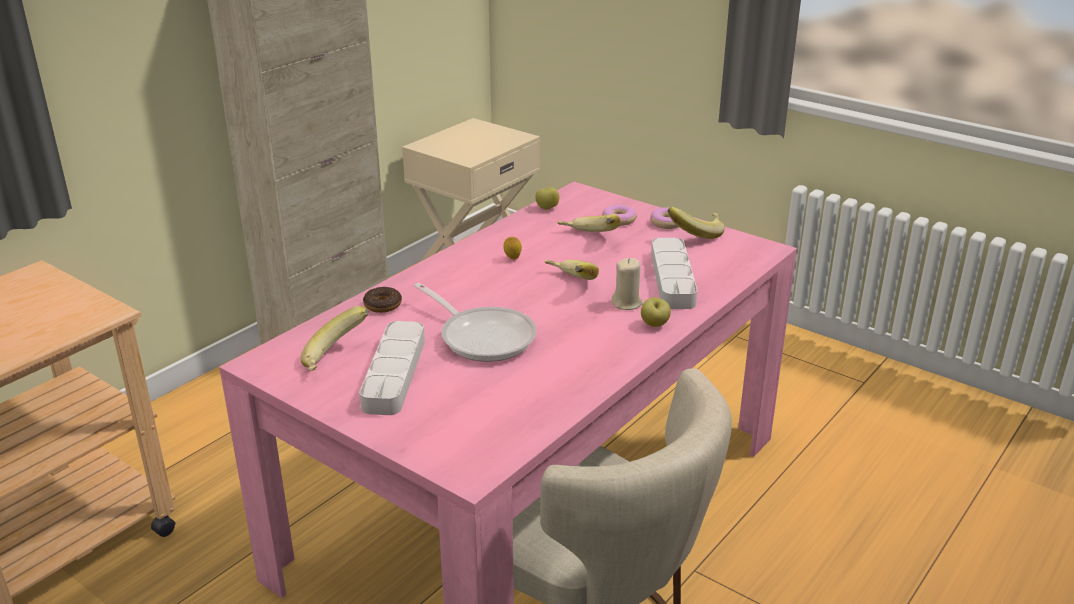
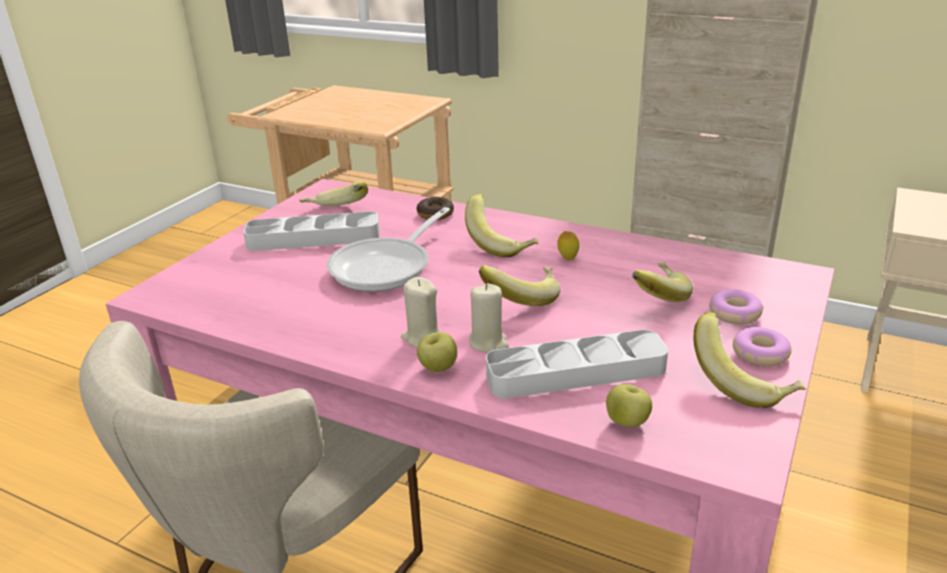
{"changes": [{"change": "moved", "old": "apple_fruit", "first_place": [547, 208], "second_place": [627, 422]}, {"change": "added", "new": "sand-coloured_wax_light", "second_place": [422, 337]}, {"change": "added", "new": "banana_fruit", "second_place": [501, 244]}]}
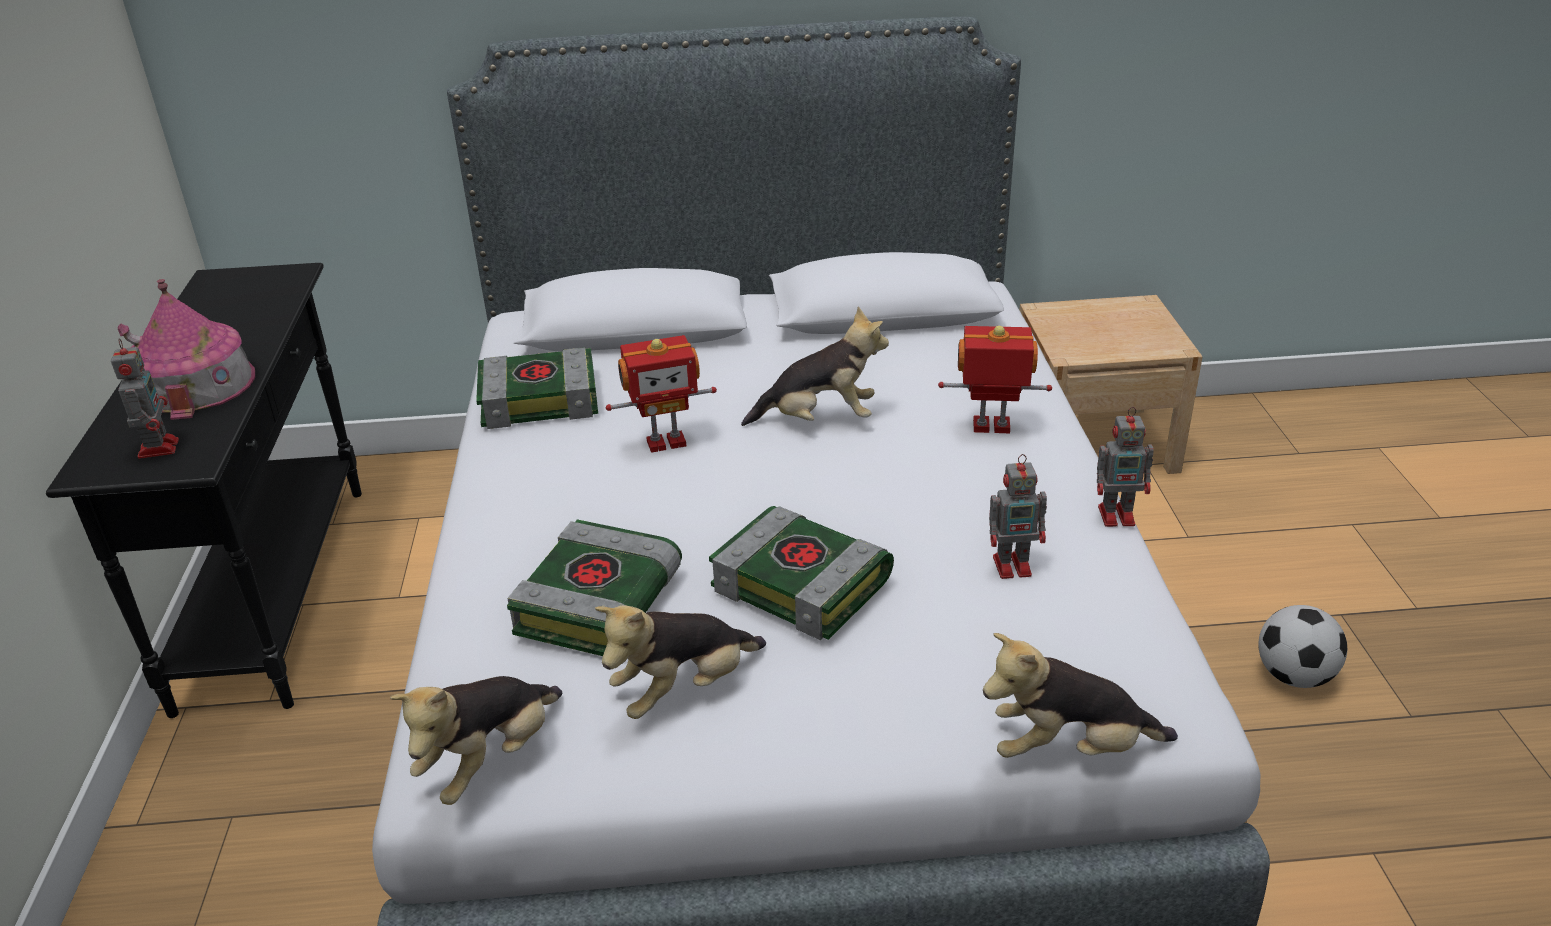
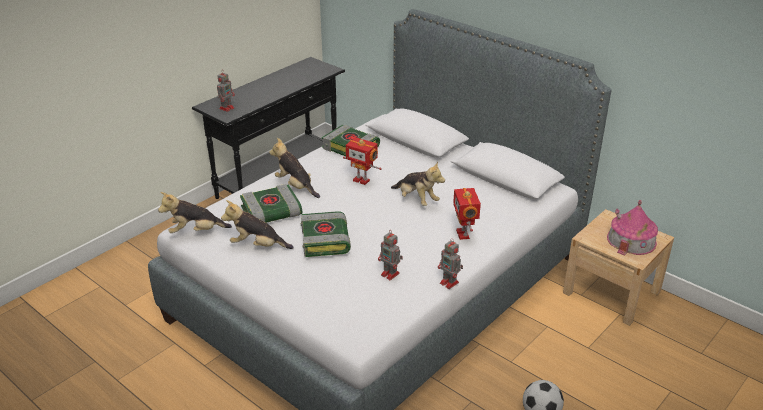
{"changes": [{"change": "moved", "old": "toy_house", "first_place": [195, 384], "second_place": [631, 240]}, {"change": "turned", "old": "robot_figure", "first_place": [991, 428], "second_place": [464, 234], "degrees": -150}, {"change": "moved", "old": "soft_toy", "first_place": [1069, 749], "second_place": [295, 186]}]}
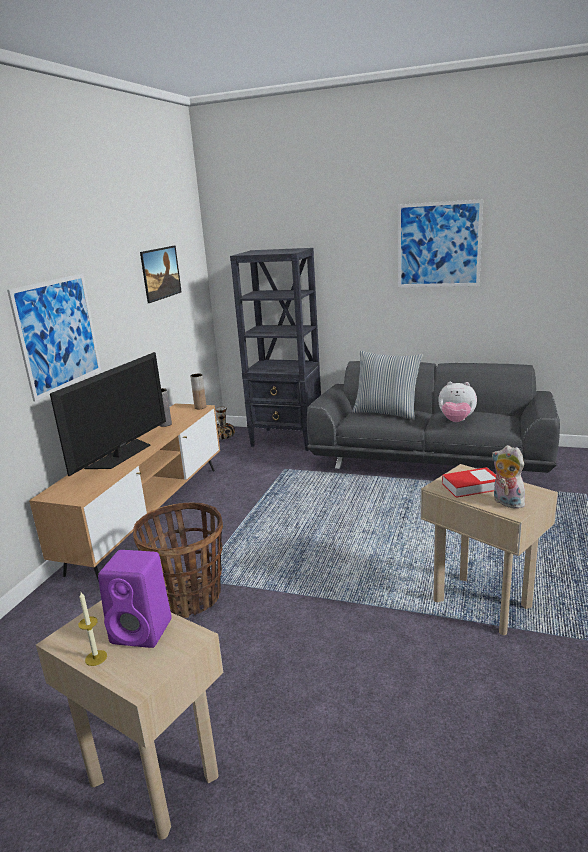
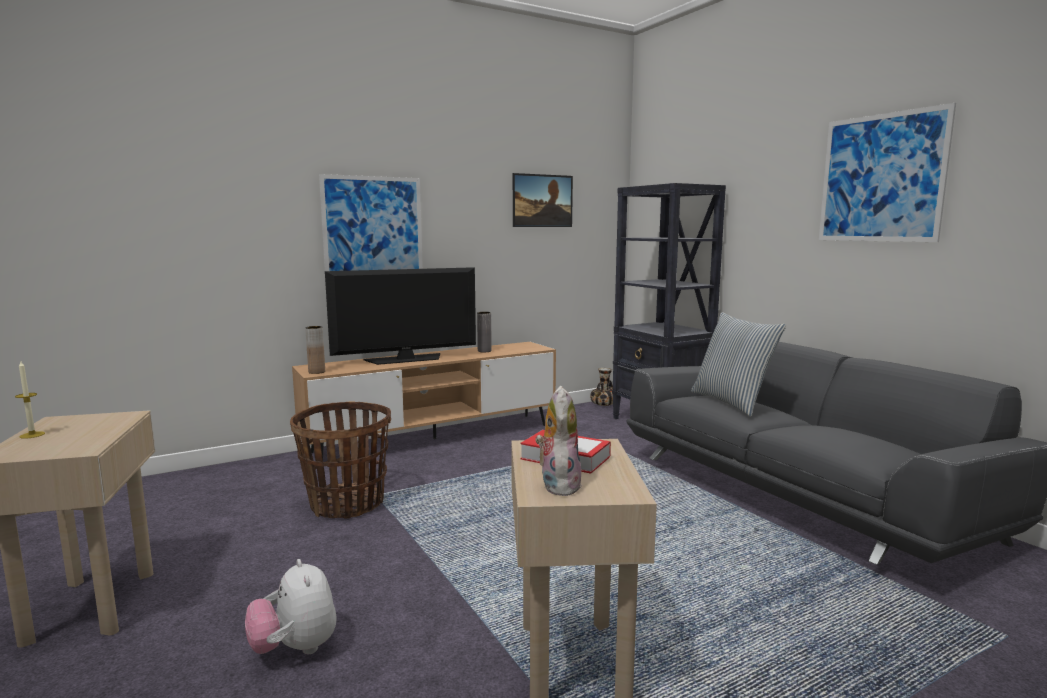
{"changes": [{"change": "removed", "old": "purple-coloured_loudspeaker", "first_place": [143, 631]}, {"change": "moved", "old": "brownish_decorative_vase", "first_place": [200, 407], "second_place": [316, 372]}, {"change": "moved", "old": "soft_toy", "first_place": [456, 421], "second_place": [295, 648]}]}
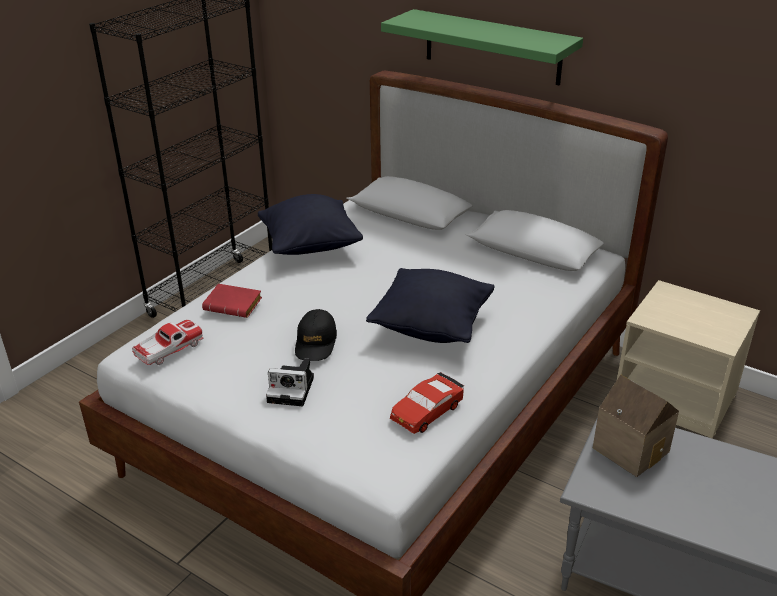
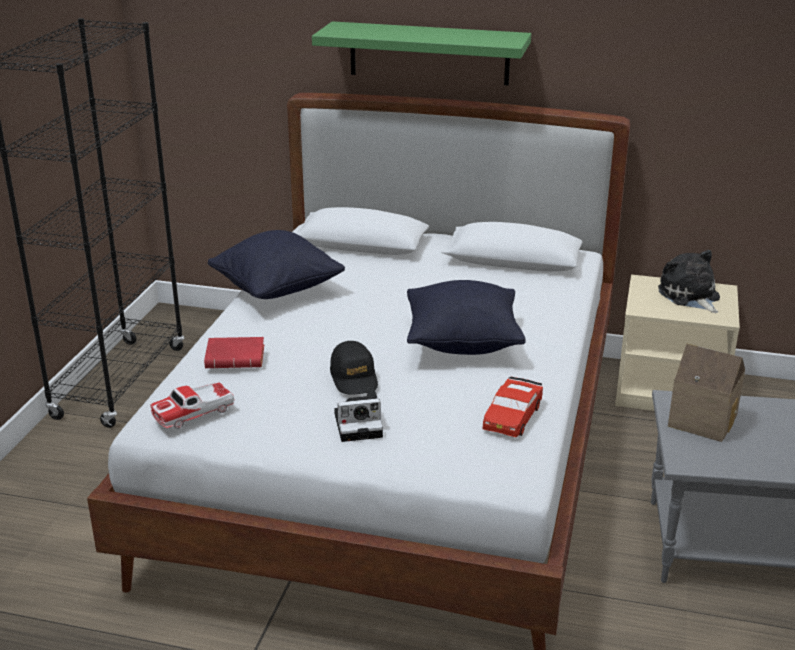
{"changes": [{"change": "turned", "old": "model_car", "first_place": [169, 349], "second_place": [194, 412], "degrees": -150}, {"change": "added", "new": "soft_toy", "second_place": [690, 296]}]}
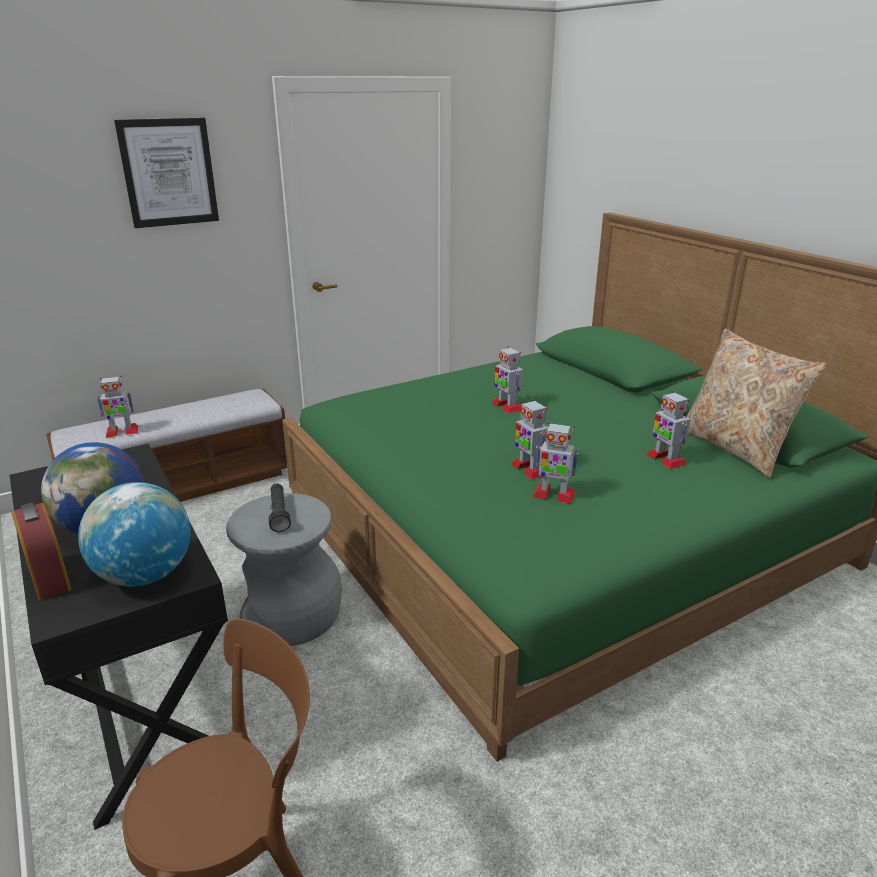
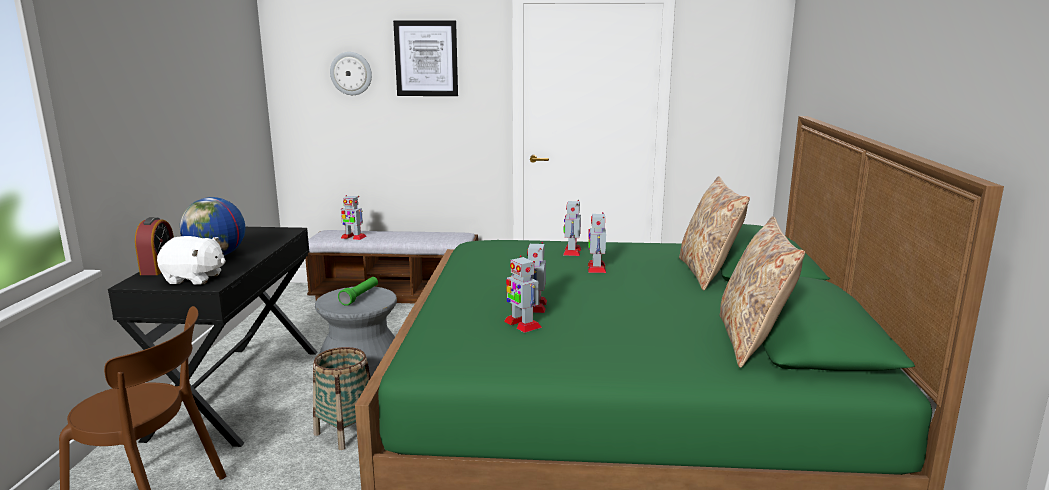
{"changes": [{"change": "replaced", "old": "world_globe", "new": "white-coloured_soft_toy", "first_place": [145, 575], "second_place": [194, 279]}, {"change": "recoloured", "old": "black_hand_torch", "new": "green_hand_torch", "first_place": [279, 514], "second_place": [360, 296]}, {"change": "moved", "old": "robot_figure", "first_place": [665, 459], "second_place": [572, 251]}, {"change": "added", "new": "household_basket", "second_place": [346, 432]}, {"change": "added", "new": "clock_on_the_wall", "second_place": [351, 73]}, {"change": "added", "new": "sand-coloured_pillow", "second_place": [707, 273]}]}
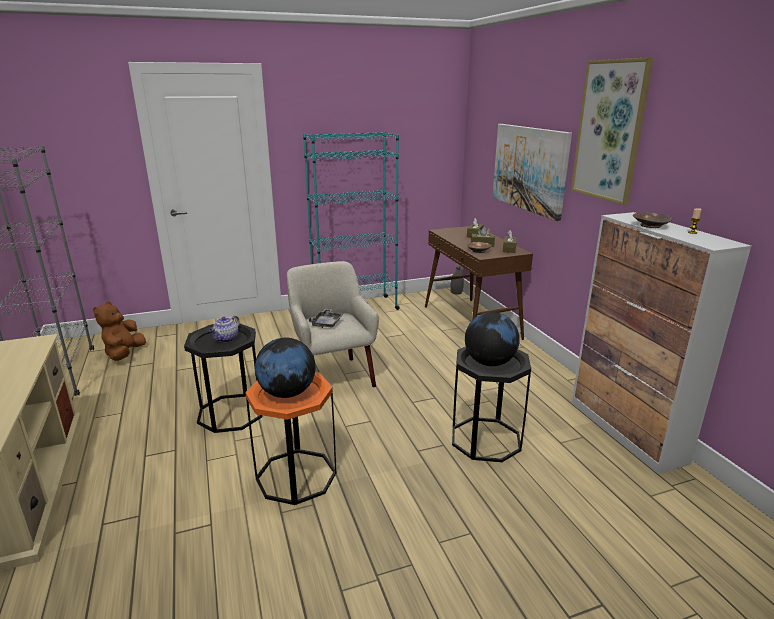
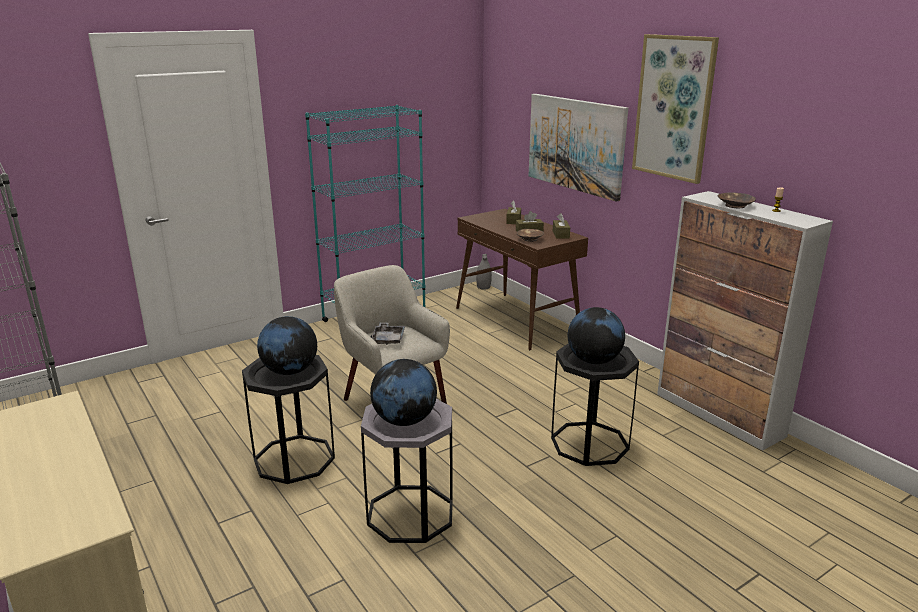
{"changes": [{"change": "removed", "old": "brownish_soft_toy", "first_place": [124, 354]}, {"change": "replaced", "old": "tea_pot", "new": "world_globe", "first_place": [226, 339], "second_place": [290, 371]}, {"change": "recoloured", "old": "orange_side_table", "new": "greyish_side_table", "first_place": [296, 476], "second_place": [410, 513]}]}
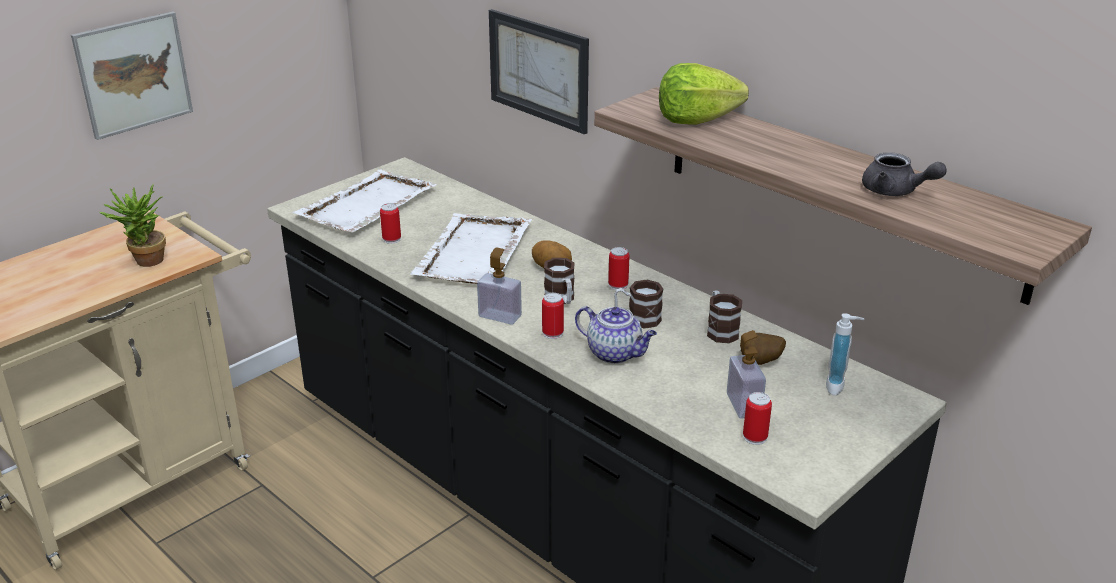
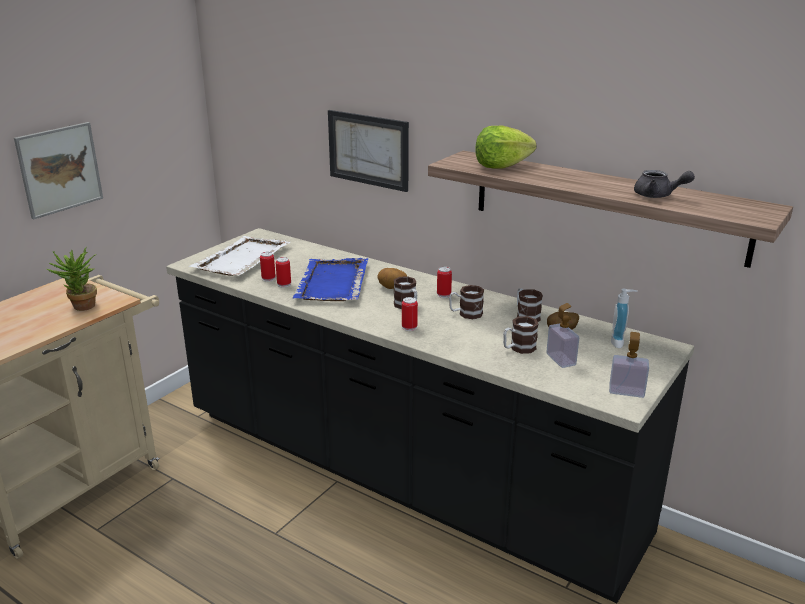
{"changes": [{"change": "recoloured", "old": "white-coloured_carrying_tray", "new": "blue-coloured_carrying_tray", "first_place": [473, 253], "second_place": [332, 283]}, {"change": "moved", "old": "soap_dispenser", "first_place": [500, 316], "second_place": [626, 391]}, {"change": "removed", "old": "tea_pot", "first_place": [615, 354]}, {"change": "moved", "old": "sealed_can", "first_place": [755, 437], "second_place": [284, 284]}, {"change": "added", "new": "tea_mug", "second_place": [518, 348]}]}
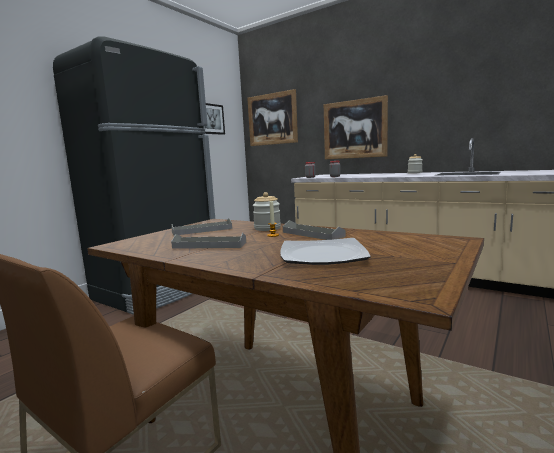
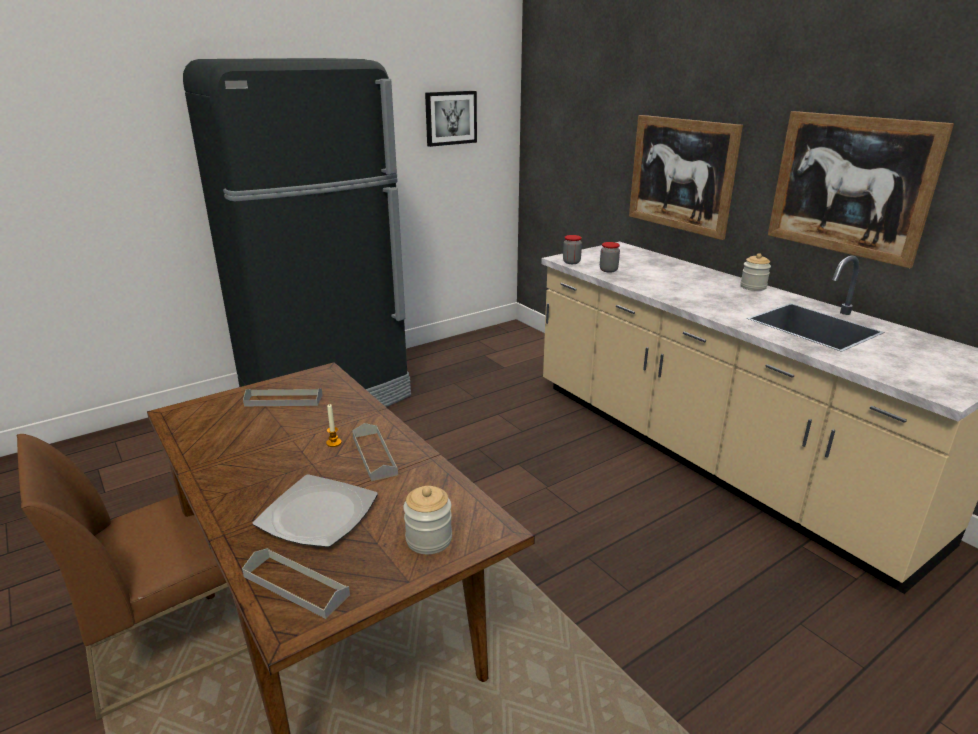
{"changes": [{"change": "moved", "old": "greyish_carrying_tray", "first_place": [209, 245], "second_place": [296, 586]}, {"change": "moved", "old": "picture", "first_place": [272, 119], "second_place": [850, 186]}, {"change": "moved", "old": "jar", "first_place": [267, 228], "second_place": [429, 539]}]}
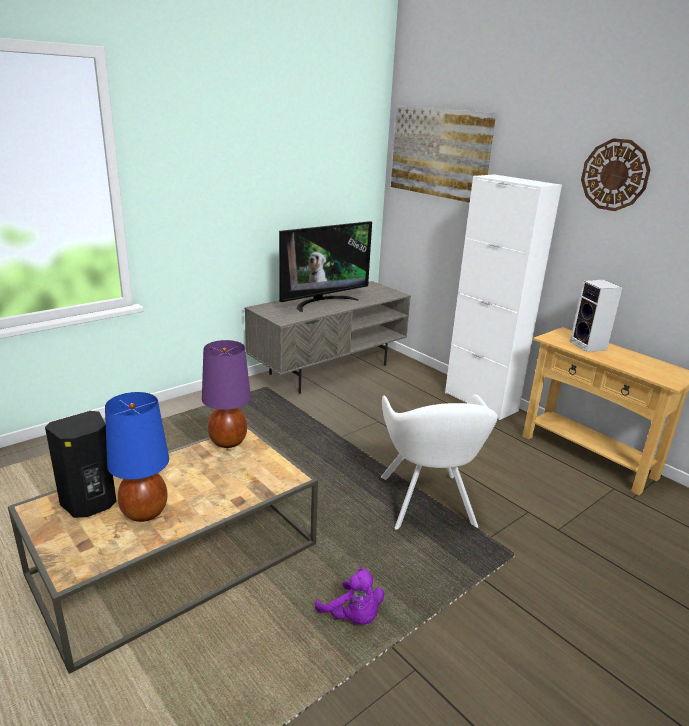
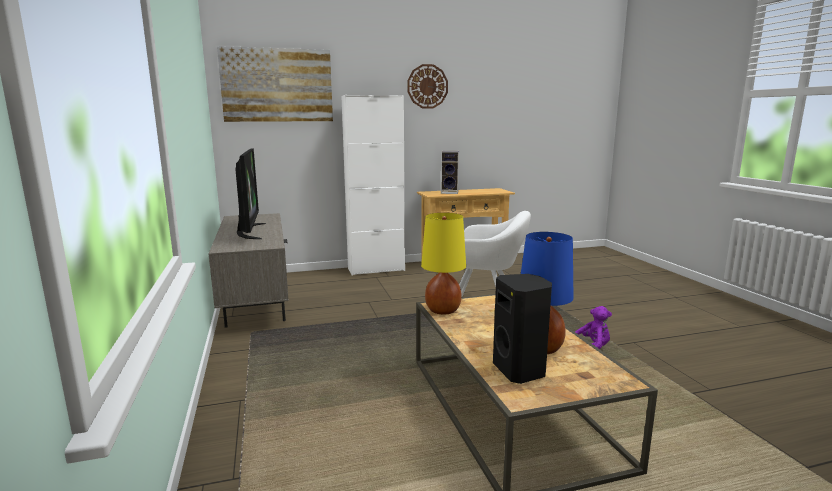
{"changes": [{"change": "recoloured", "old": "purple-coloured_lamp_for_a_table", "new": "yellowish_lamp_for_a_table", "first_place": [227, 442], "second_place": [443, 310]}]}
